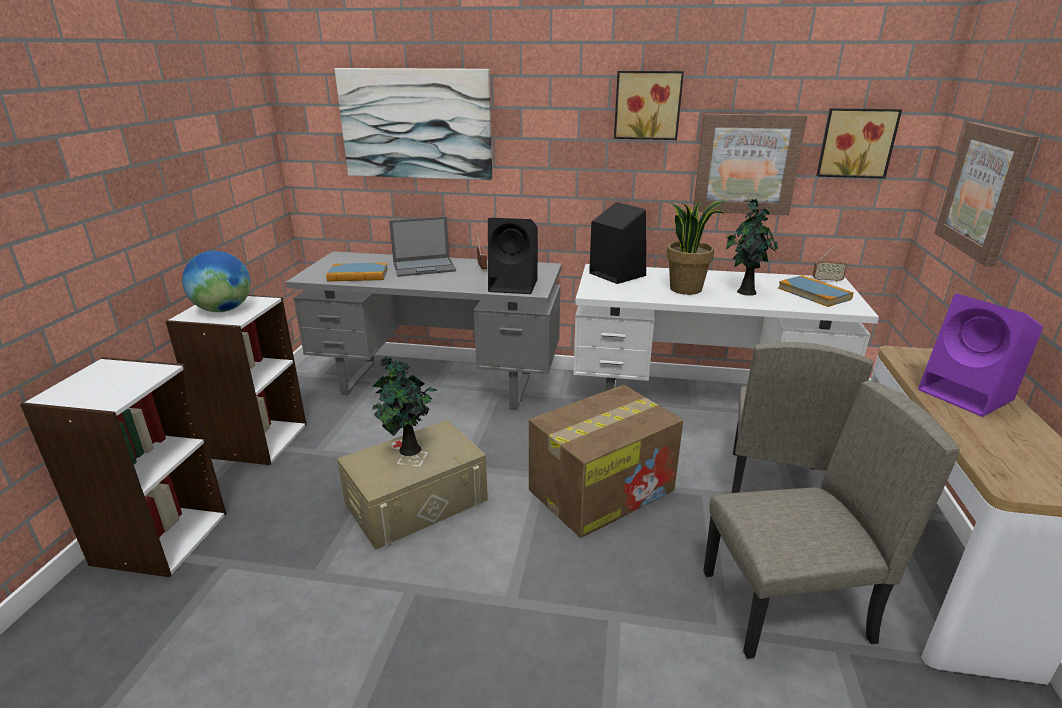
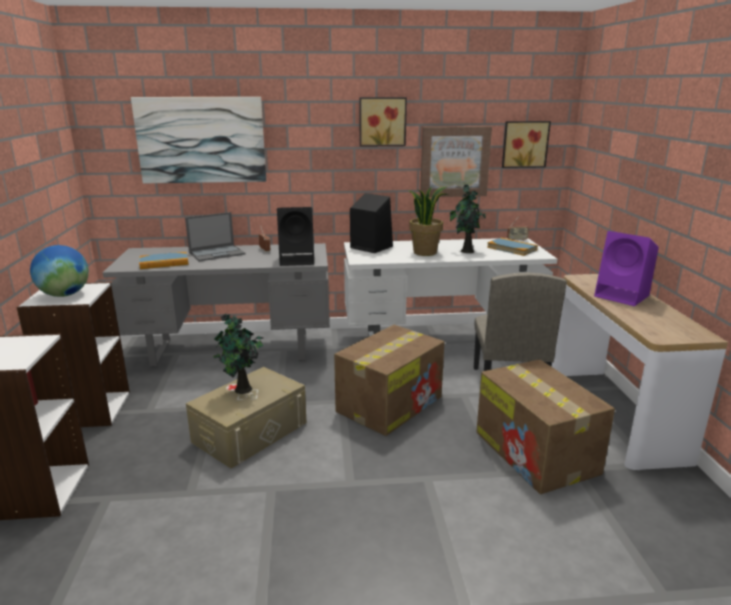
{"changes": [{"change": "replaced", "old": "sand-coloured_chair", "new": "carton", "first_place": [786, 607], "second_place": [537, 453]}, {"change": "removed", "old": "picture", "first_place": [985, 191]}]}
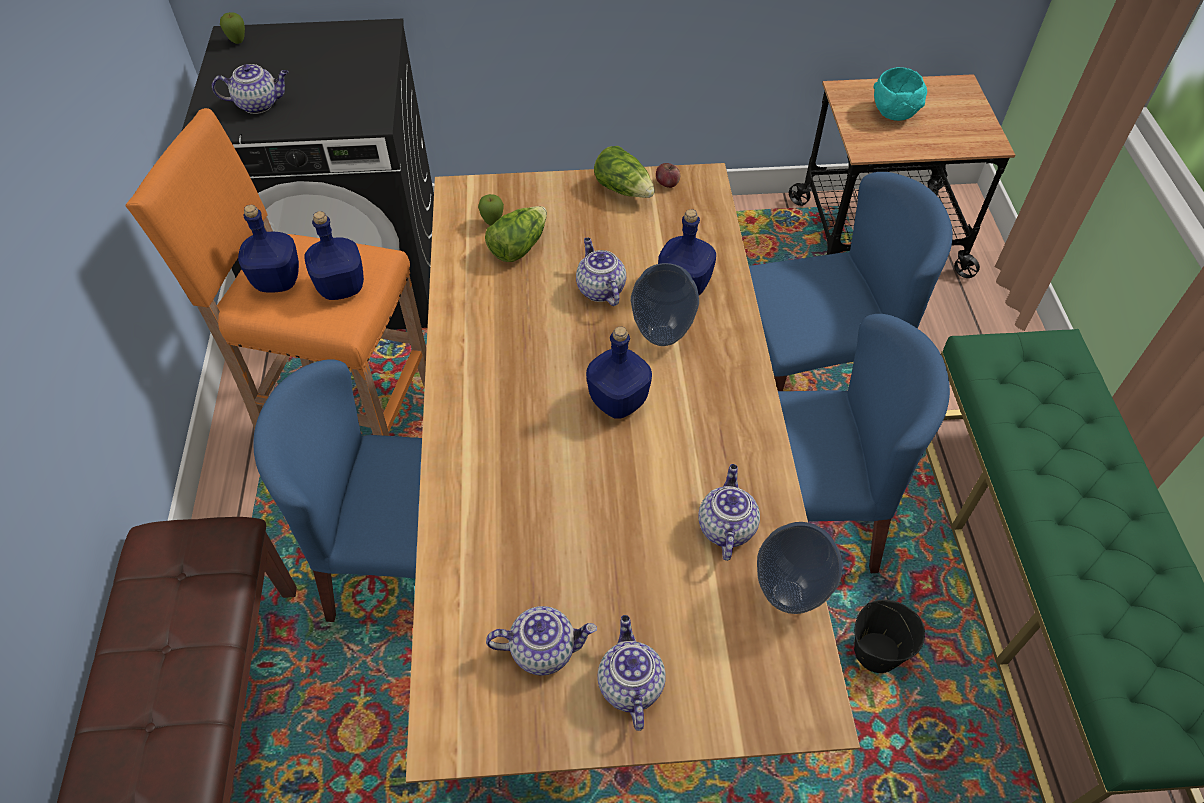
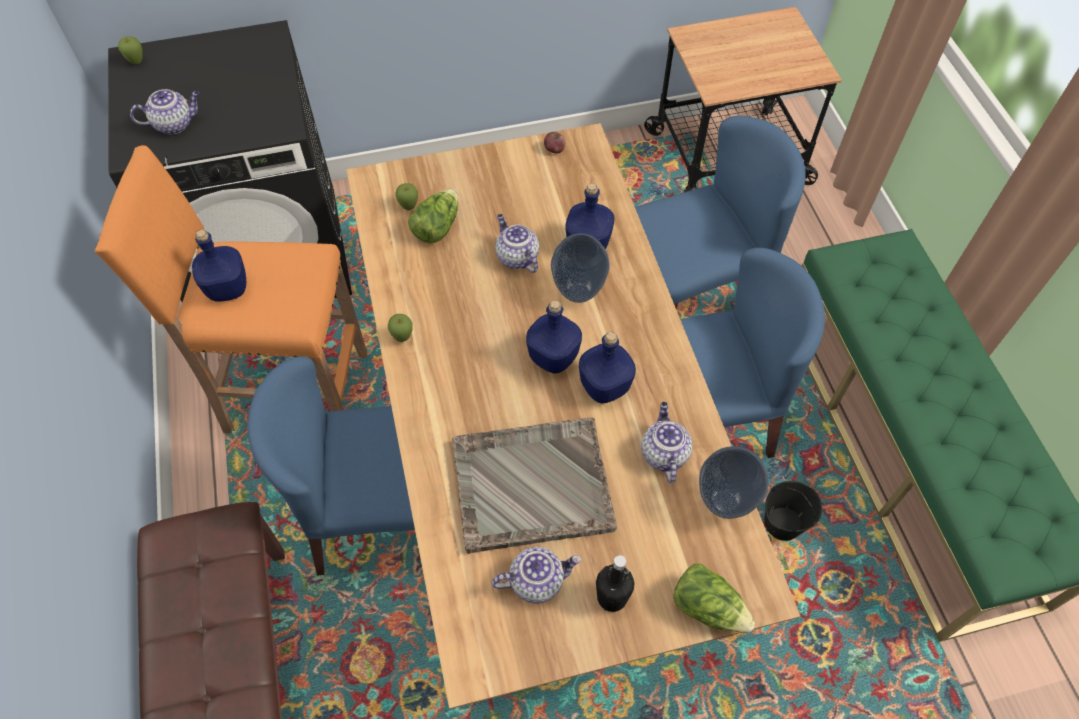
{"changes": [{"change": "moved", "old": "blue-coloured_beverage_bottle", "first_place": [340, 288], "second_place": [604, 387]}, {"change": "moved", "old": "lettuce_head", "first_place": [624, 189], "second_place": [708, 606]}, {"change": "replaced", "old": "tea_pot", "new": "black_beverage_bottle", "first_place": [629, 684], "second_place": [612, 597]}, {"change": "removed", "old": "blue-green_bowl", "first_place": [894, 112]}, {"change": "added", "new": "apple_fruit", "second_place": [403, 338]}, {"change": "added", "new": "greyish_carrying_tray", "second_place": [530, 485]}]}
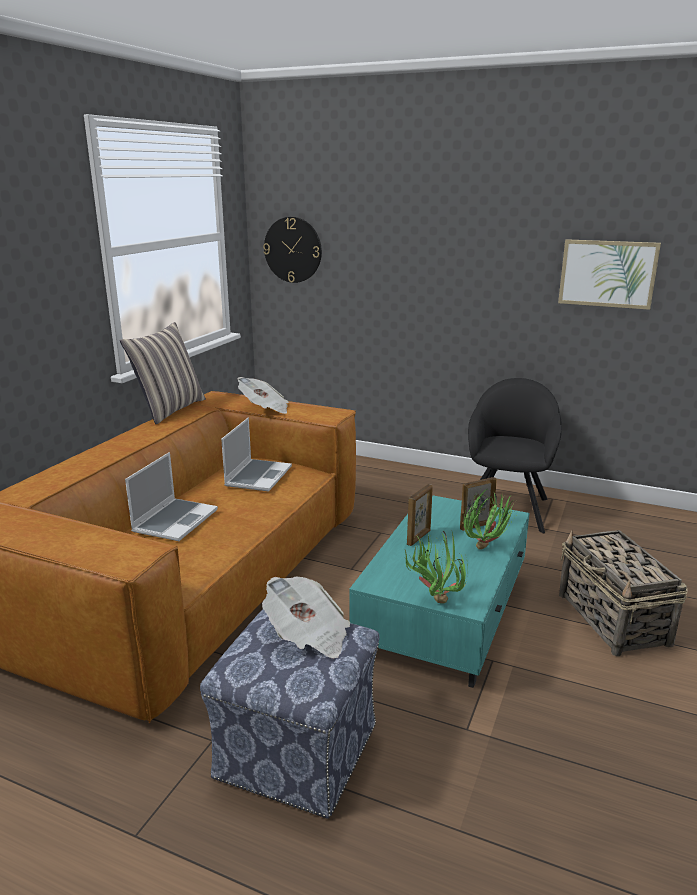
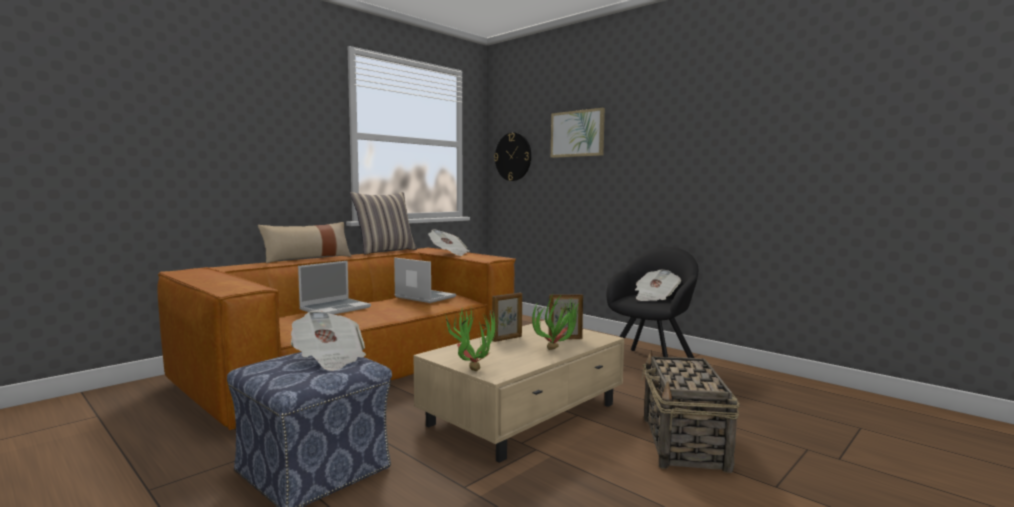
{"changes": [{"change": "turned", "old": "notebook_computer", "first_place": [258, 476], "second_place": [423, 297], "degrees": -90}, {"change": "recoloured", "old": "blue-green_lounge_table", "new": "sand-coloured_lounge_table", "first_place": [445, 613], "second_place": [525, 414]}, {"change": "moved", "old": "picture", "first_place": [607, 273], "second_place": [577, 133]}, {"change": "added", "new": "sand-coloured_pillow", "second_place": [307, 258]}, {"change": "added", "new": "newspaper", "second_place": [655, 298]}]}
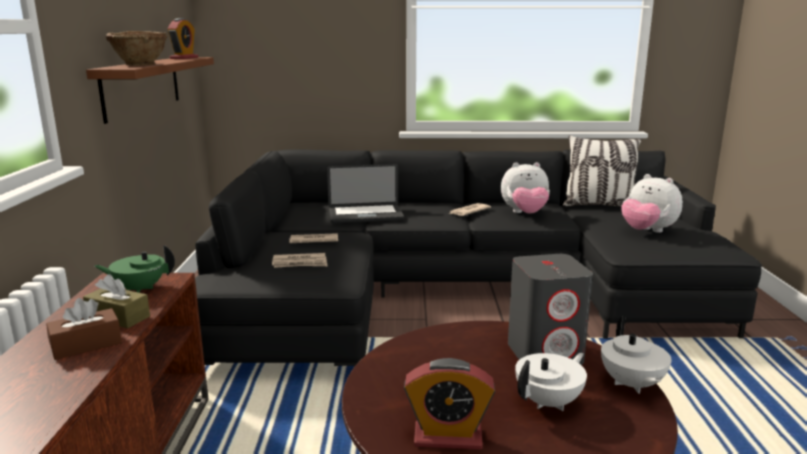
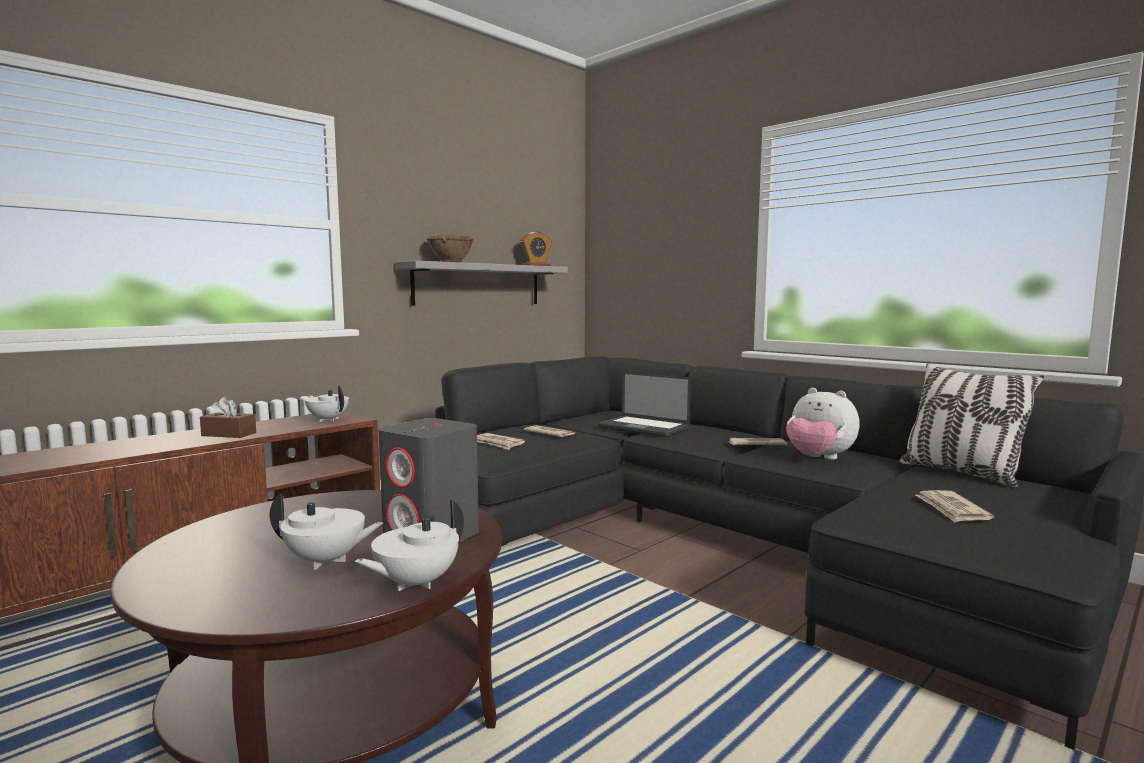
{"changes": [{"change": "removed", "old": "brownish_tissue_box", "first_place": [118, 317]}, {"change": "recoloured", "old": "brownish_shelf", "new": "greyish_shelf", "first_place": [142, 86], "second_place": [478, 285]}, {"change": "recoloured", "old": "green_tea_pot", "new": "white-coloured_tea_pot", "first_place": [139, 289], "second_place": [328, 420]}, {"change": "removed", "old": "table_clock", "first_place": [448, 437]}, {"change": "replaced", "old": "soft_toy", "new": "newspaper", "first_place": [647, 231], "second_place": [951, 509]}]}
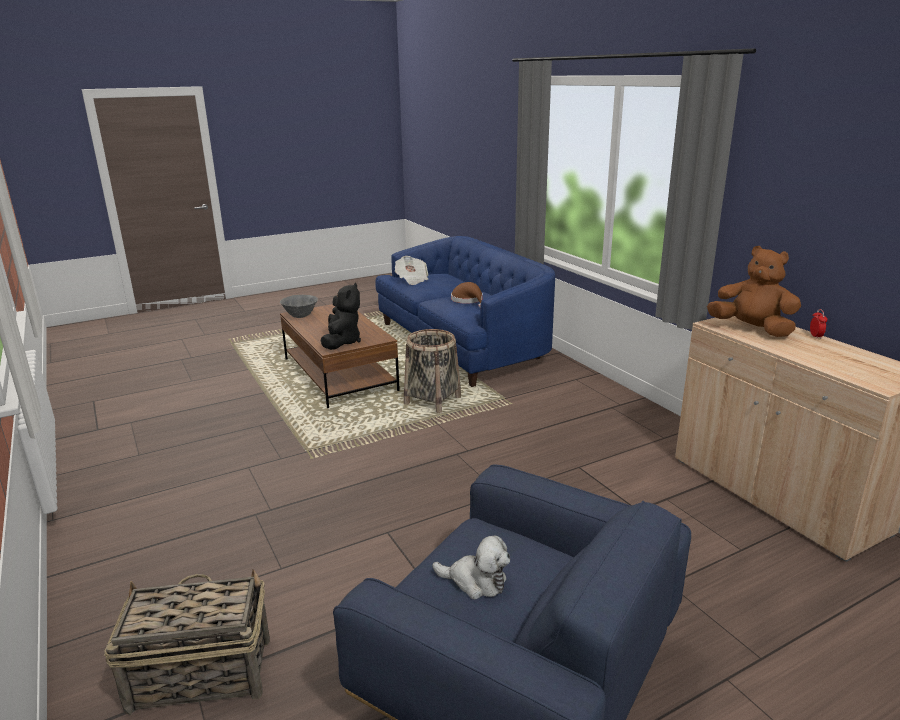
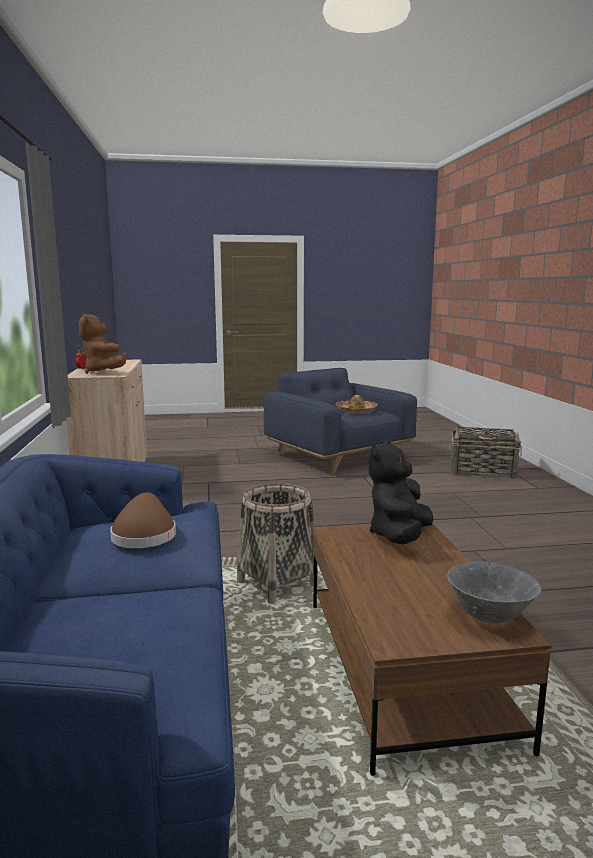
{"changes": [{"change": "removed", "old": "newspaper", "first_place": [412, 280]}, {"change": "replaced", "old": "soft_toy", "new": "hat", "first_place": [475, 581], "second_place": [356, 411]}]}
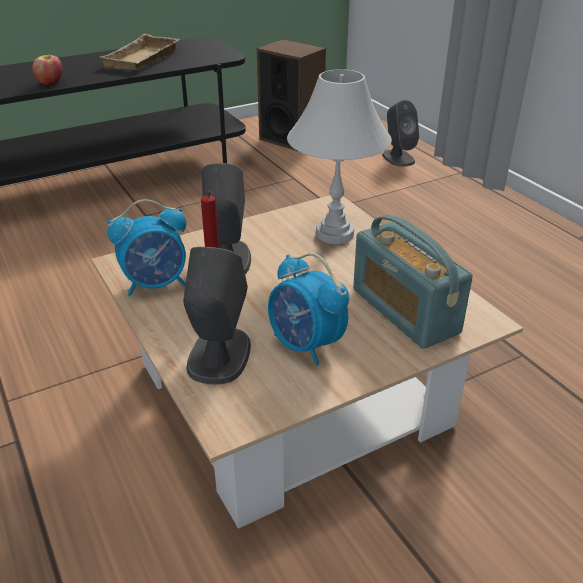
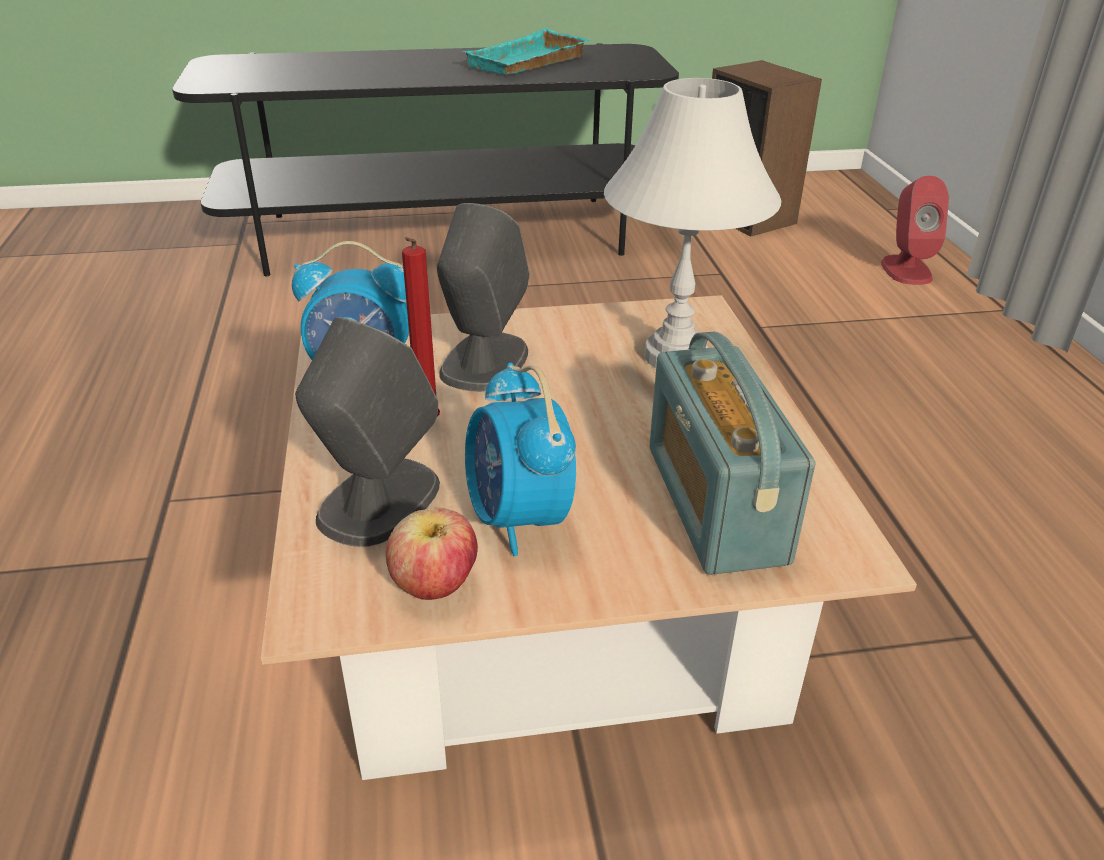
{"changes": [{"change": "moved", "old": "apple_fruit", "first_place": [50, 83], "second_place": [435, 586]}, {"change": "recoloured", "old": "sand-coloured_carrying_tray", "new": "blue-green_carrying_tray", "first_place": [143, 60], "second_place": [529, 64]}, {"change": "recoloured", "old": "greyish_loudspeaker", "new": "red-coloured_loudspeaker", "first_place": [398, 158], "second_place": [906, 270]}]}
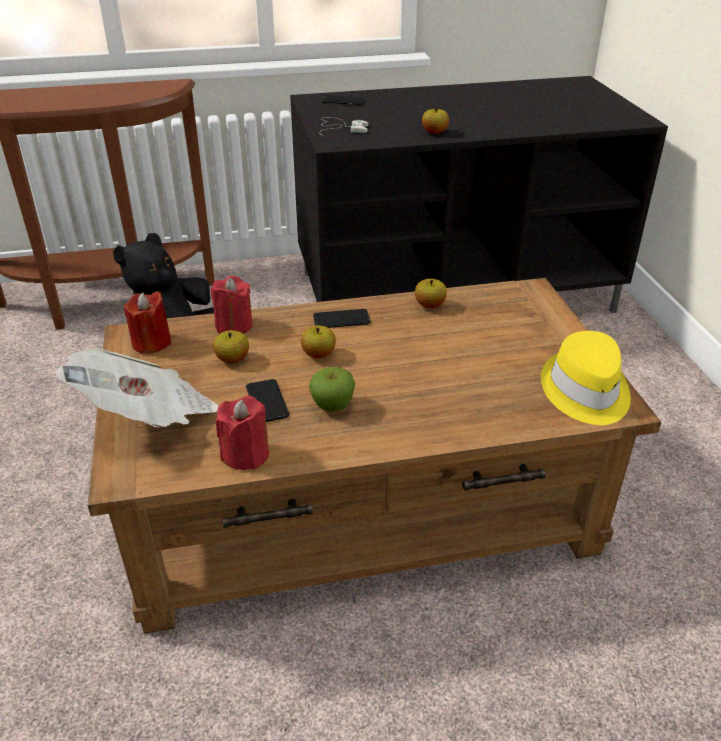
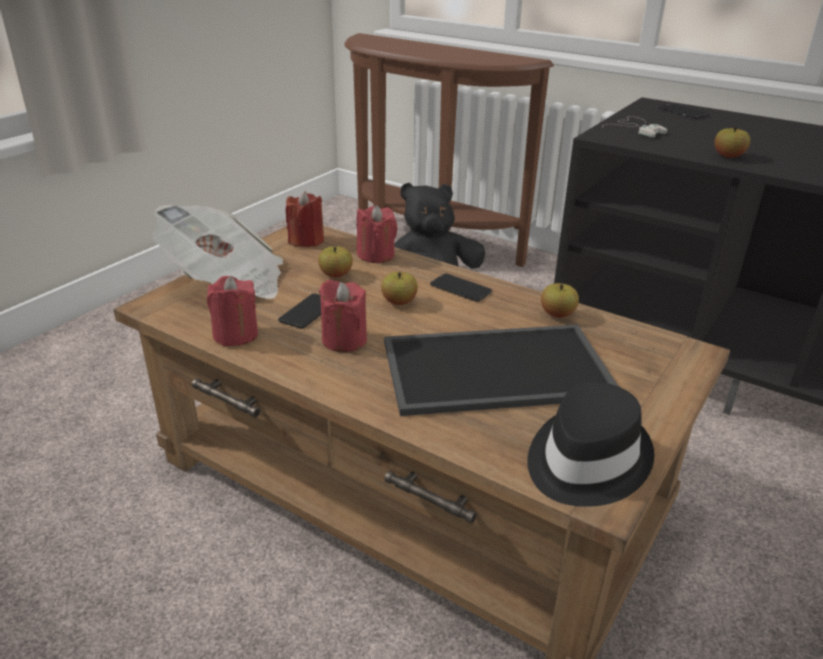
{"changes": [{"change": "replaced", "old": "apple_fruit", "new": "red-coloured_wax_light", "first_place": [332, 406], "second_place": [344, 340]}, {"change": "recoloured", "old": "yellowish_hat", "new": "black_hat", "first_place": [585, 391], "second_place": [585, 460]}, {"change": "added", "new": "carrying_tray", "second_place": [495, 371]}]}
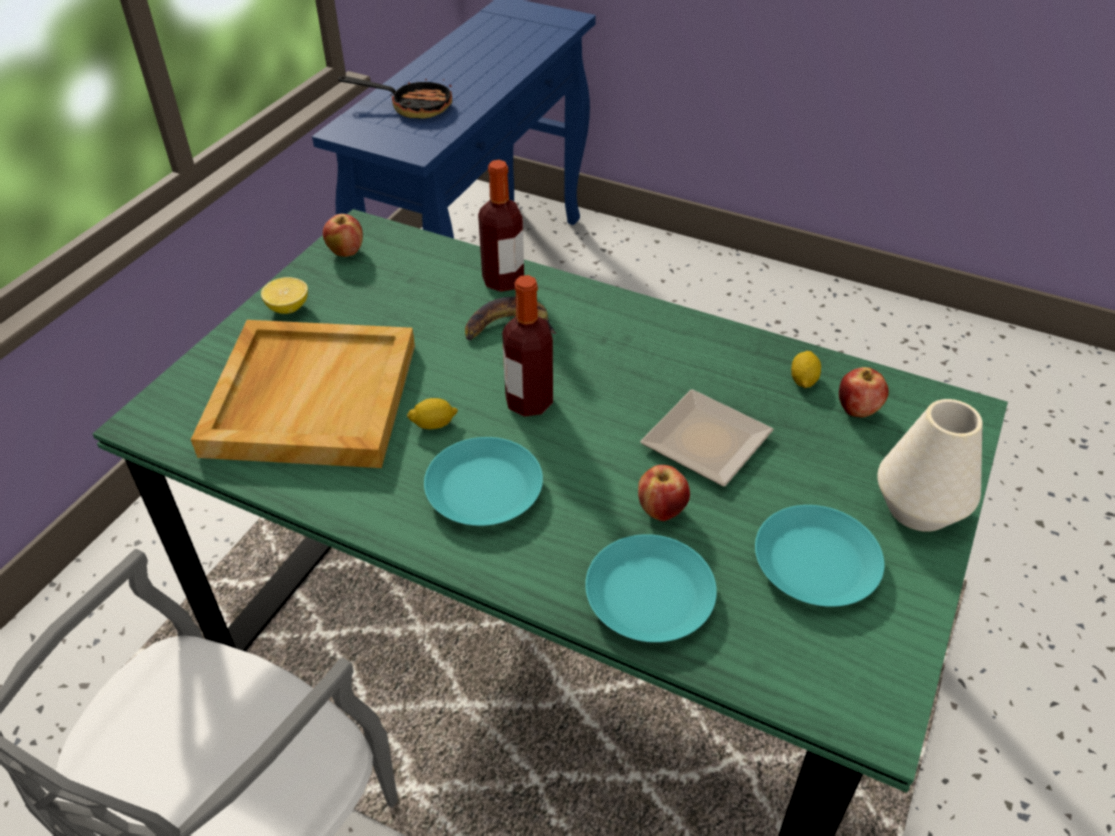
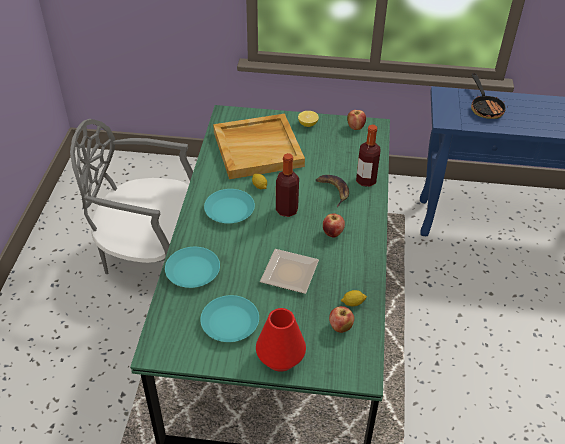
{"changes": [{"change": "moved", "old": "apple_fruit", "first_place": [661, 510], "second_place": [332, 233]}, {"change": "recoloured", "old": "white-coloured_decorative_vase", "new": "red-coloured_decorative_vase", "first_place": [918, 508], "second_place": [280, 358]}]}
